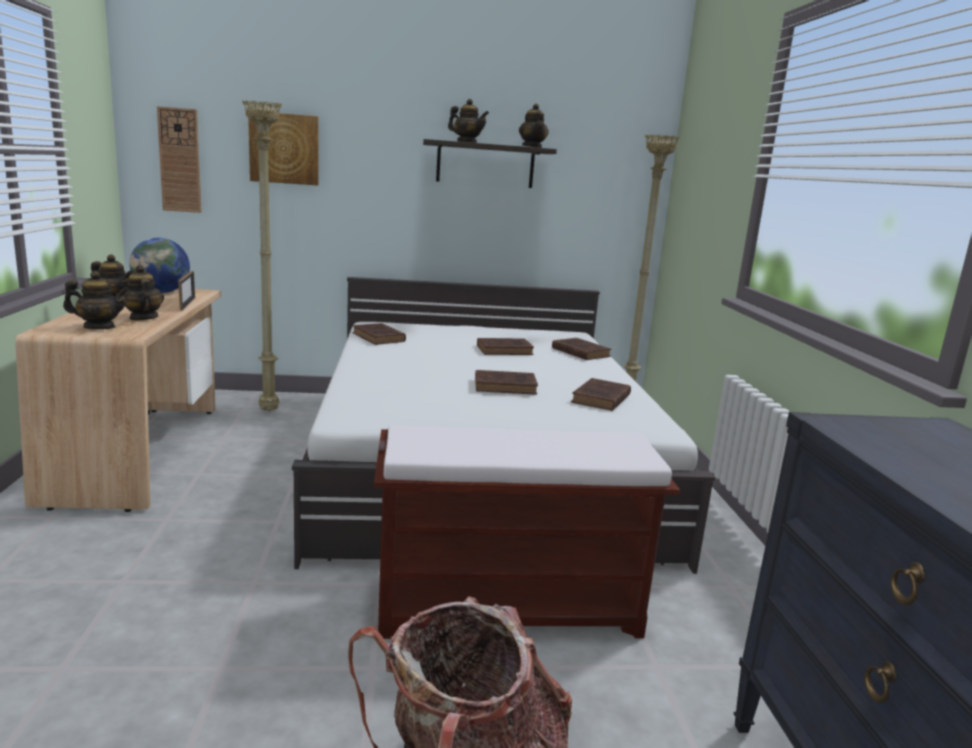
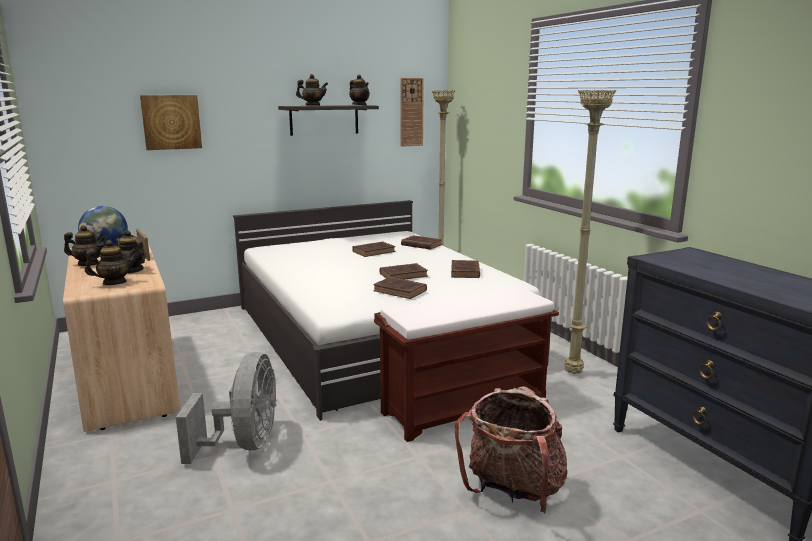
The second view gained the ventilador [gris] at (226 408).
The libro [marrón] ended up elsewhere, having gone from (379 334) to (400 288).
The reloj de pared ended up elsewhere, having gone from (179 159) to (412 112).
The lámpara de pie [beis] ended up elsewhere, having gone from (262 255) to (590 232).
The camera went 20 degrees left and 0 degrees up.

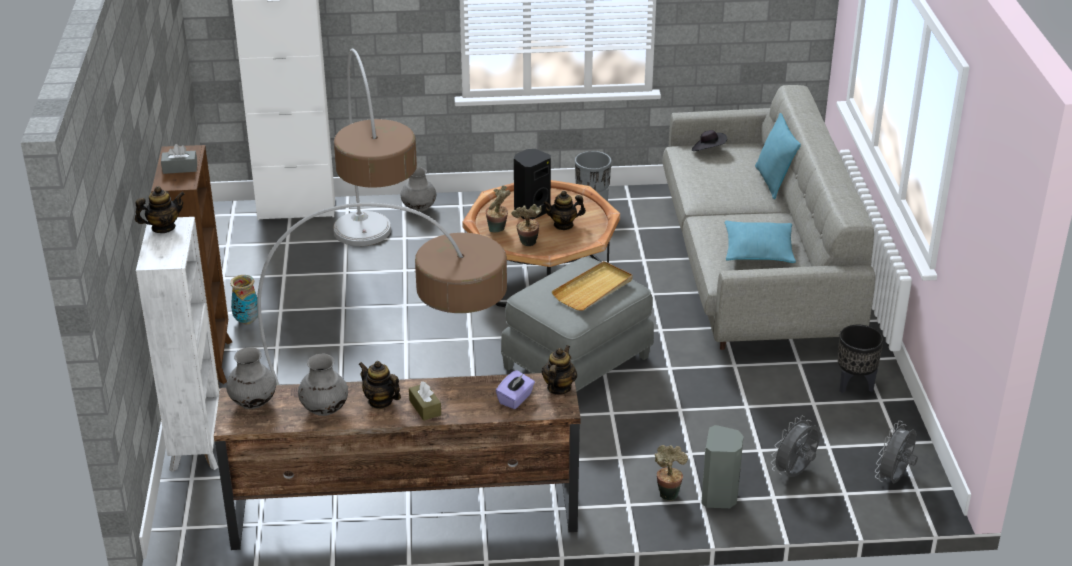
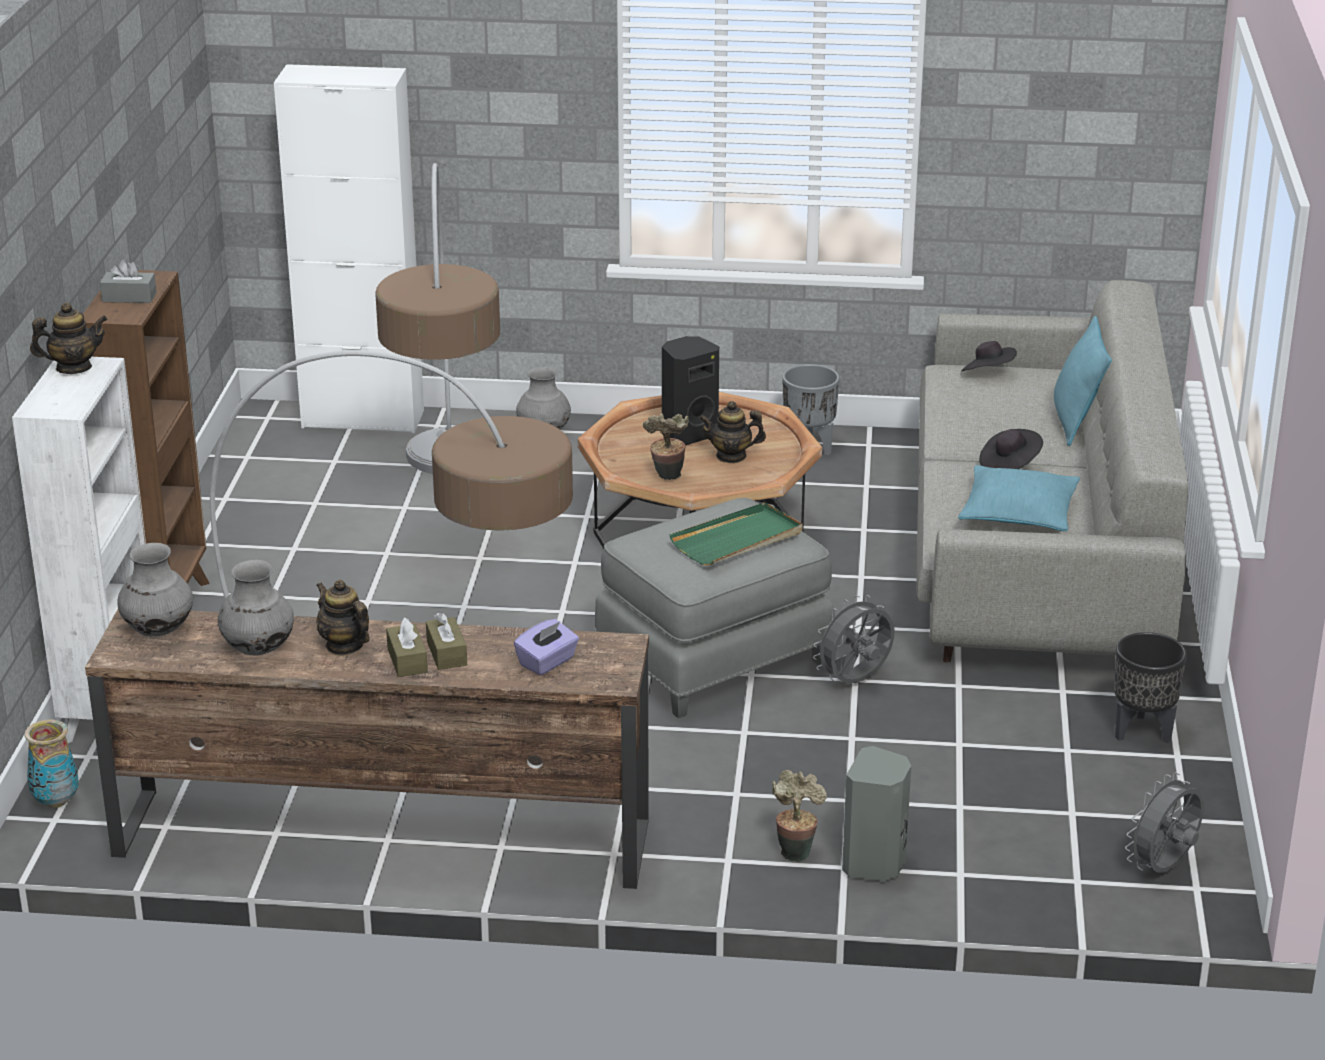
The florero ended up elsewhere, having gone from (244 299) to (52 763).
The second view gained the caja de pañuelos [marrón] at (446 641).
What was the bandeja [beis] at (592 286) turned into the bandeja [verde] at (735 533).
The ventilador [gris] ended up elsewhere, having gone from (795 446) to (854 639).
The second view gained the sombrero [negro] at (1011 449).
The second view lost the planta en maceta at (498 209).
The second view lost the tetera at (559 370).
The camera went 10 degrees right and 5 degrees down.

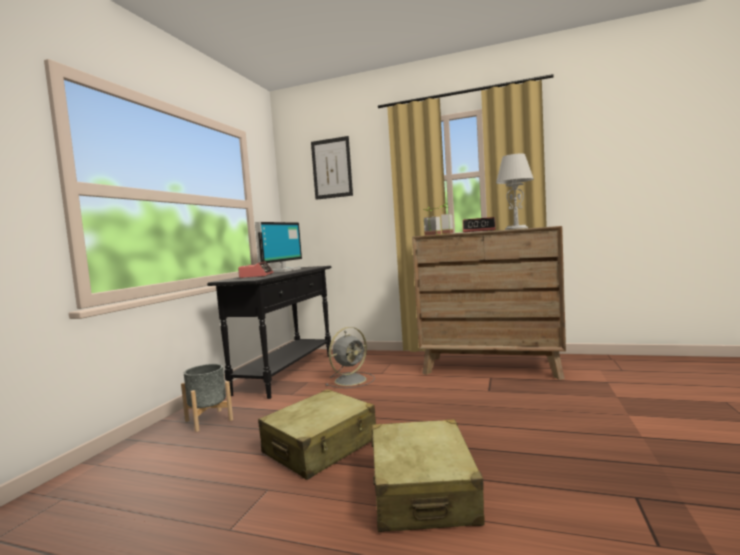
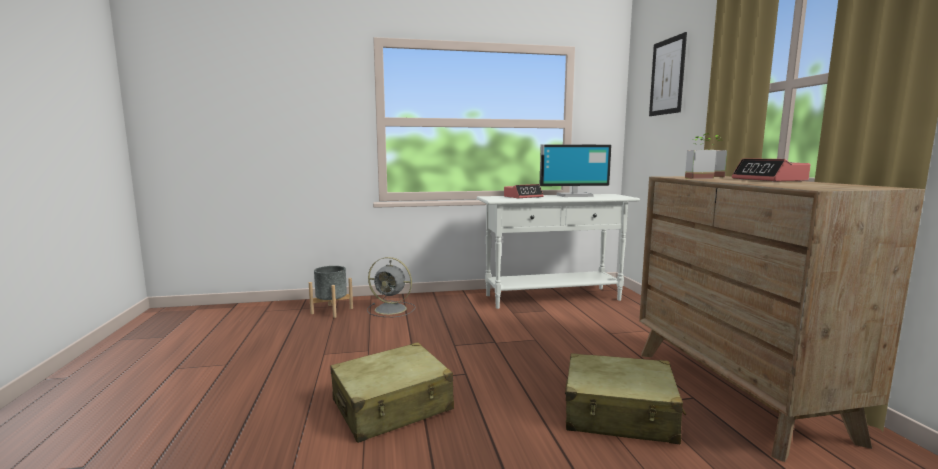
The maceta [gris] ended up elsewhere, having gone from (207 398) to (331 292).
The ventilador [gris] ended up elsewhere, having gone from (350 357) to (391 287).
What was the mesa consola [negro] at (269 332) turned into the mesa consola [blanco] at (558 251).
The maleta [beis] ended up elsewhere, having gone from (317 434) to (625 398).
The second view lost the lámpara de mesa [gris] at (515 192).
The camera went 60 degrees right and 5 degrees up.

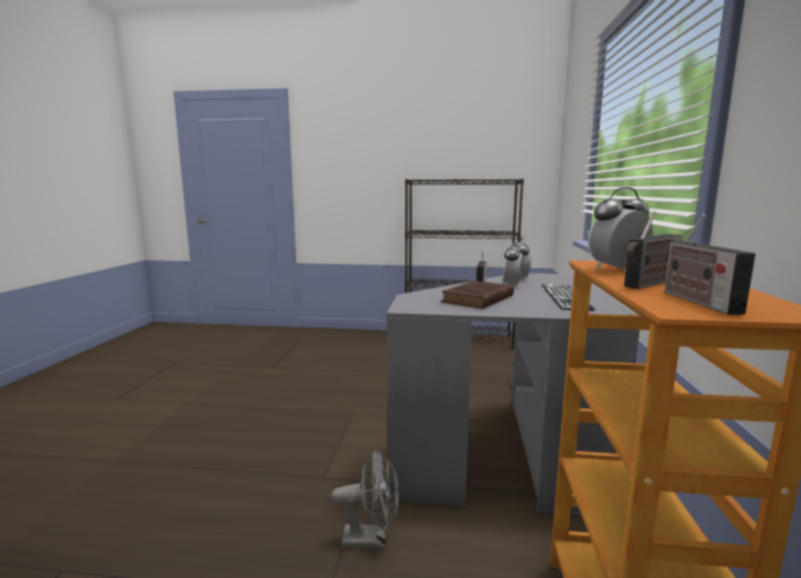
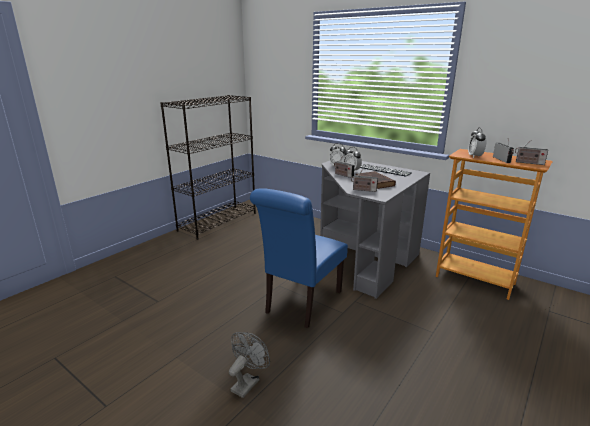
The ventilador [gris] ended up elsewhere, having gone from (365 499) to (249 365).
The second view gained the silla [azul] at (299 258).
The second view gained the radio at (364 180).
The camera went 60 degrees left and 10 degrees up.

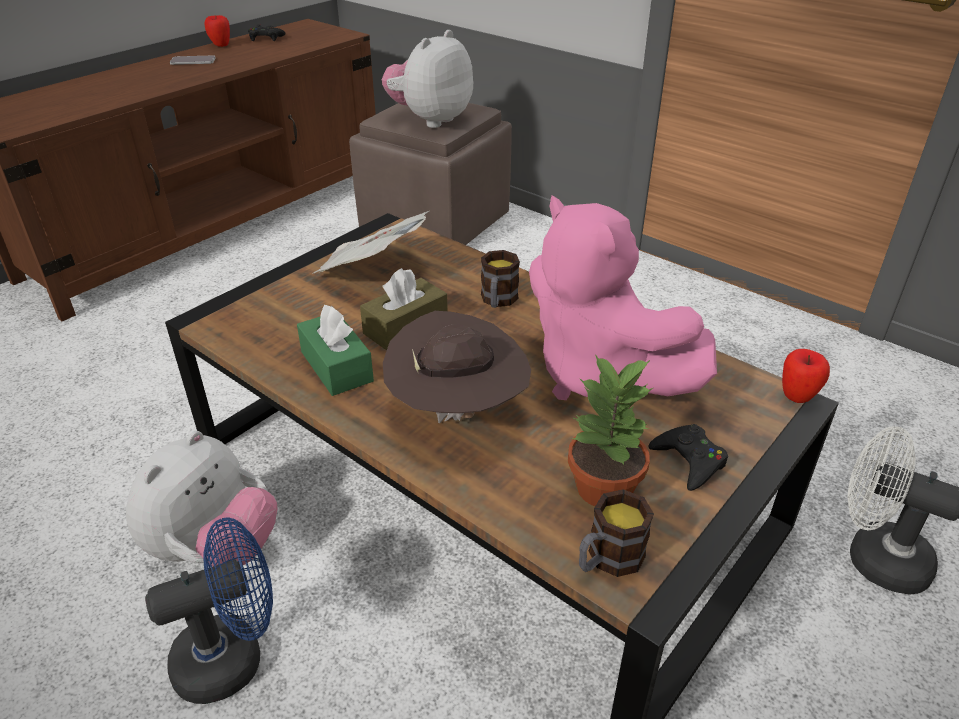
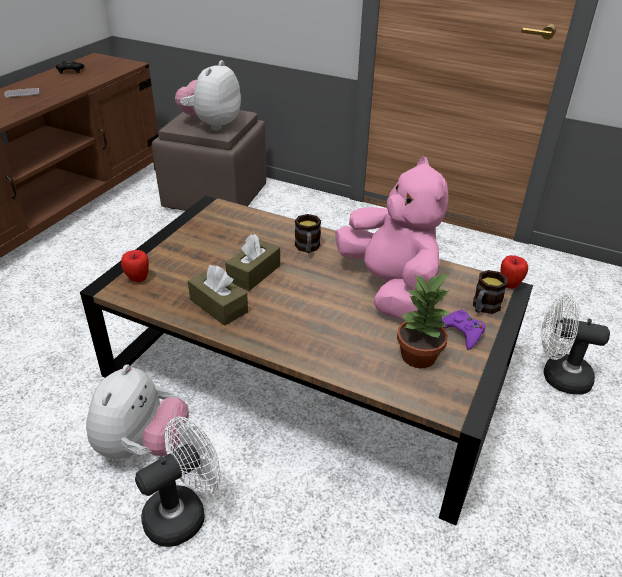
The manzana ended up elsewhere, having gone from (217 31) to (135 266).
What was the ventilador [azul] at (209 610) turned into the ventilador [blanco] at (178 481).
What was the caja de pañuelos [verde] at (335 350) turned into the caja de pañuelos [marrón] at (218 295).
The peluche [rosa] at (623 297) ended up facing another way, 150 degrees counterclockwise from before.
What was the mando de consola [negro] at (688 457) turned into the mando de consola [morado] at (463 330).
The taza grande ended up elsewhere, having gone from (616 533) to (490 292).
The second view lost the periódico at (370 242).
The second view lost the sombrero [marrón] at (457 367).
The camera went 15 degrees left and 0 degrees up.

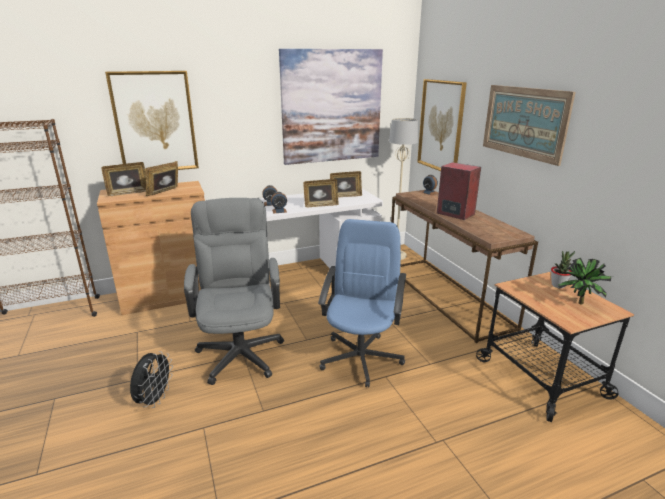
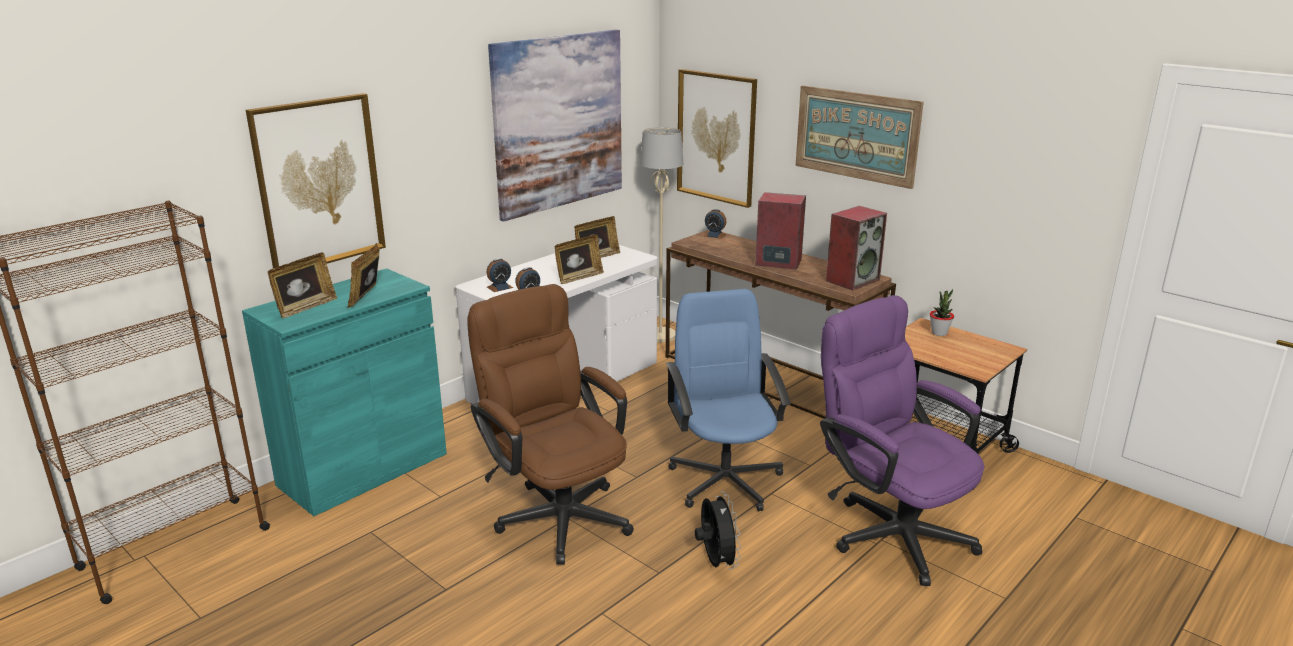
What was the armario [marrón] at (151 248) turned into the armario [turquesa] at (344 392).
What was the silla de oficina [gris] at (234 291) turned into the silla de oficina [marrón] at (550 424).
The ventilador [negro] ended up elsewhere, having gone from (151 379) to (718 530).
The second view gained the silla de oficina [morado] at (902 440).
The second view gained the altavoz at (856 248).
The second view lost the planta en maceta at (585 281).
The camera went 25 degrees left and 0 degrees up.

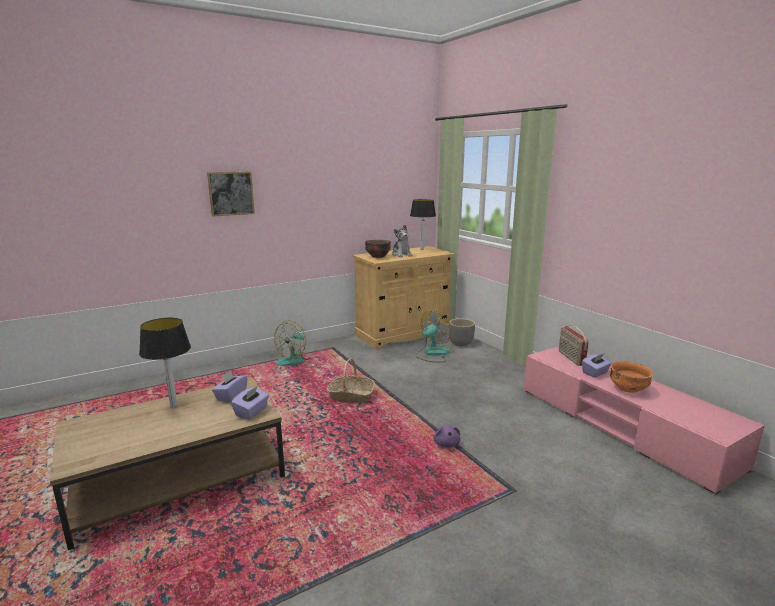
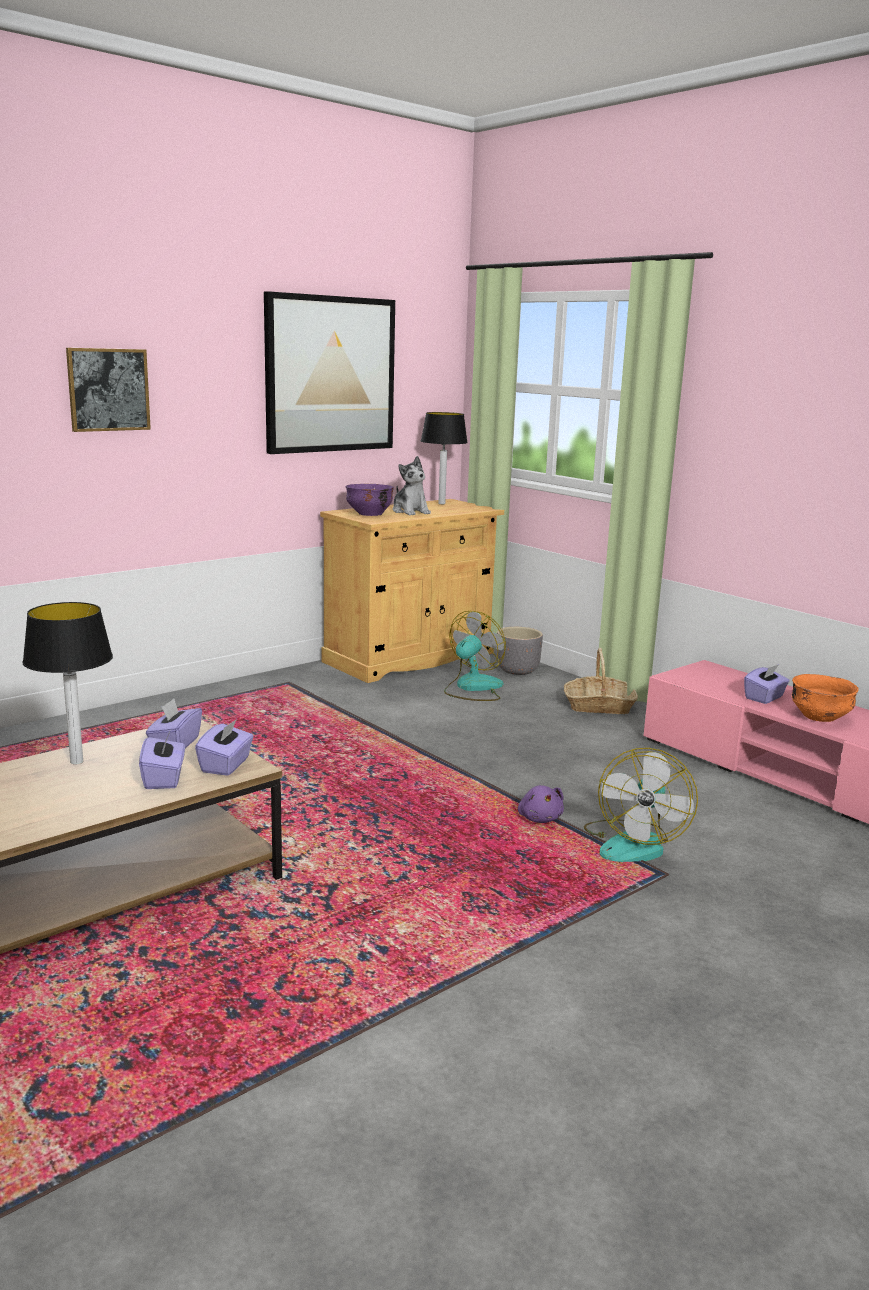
The second view gained the caja de pañuelos [morado] at (162 760).
The second view gained the cuadro at (329 372).
What was the cuenco [marrón] at (378 249) turned into the cuenco [morado] at (369 500).
The cesta ended up elsewhere, having gone from (351 380) to (601 681).
The ventilador ended up elsewhere, having gone from (292 343) to (641 805).
The second view lost the radio at (574 345).
The camera went 10 degrees left and 0 degrees up.

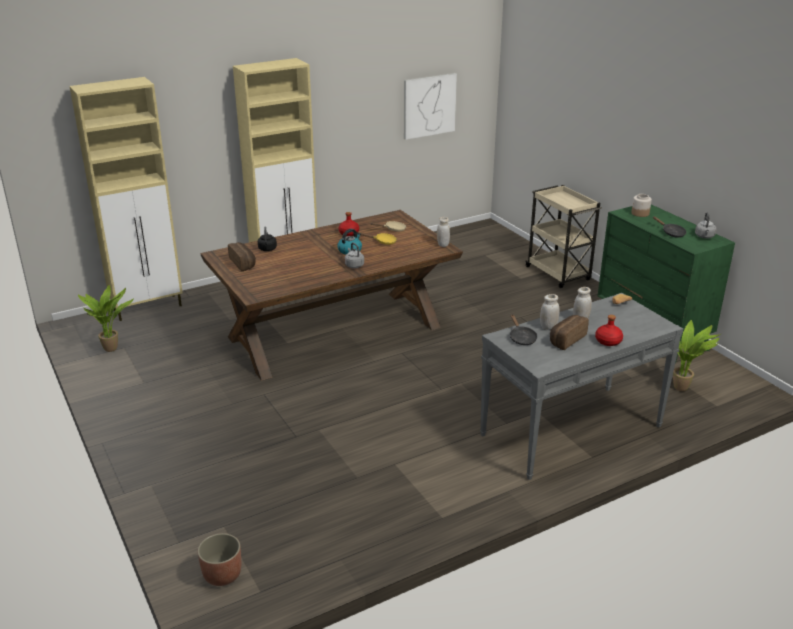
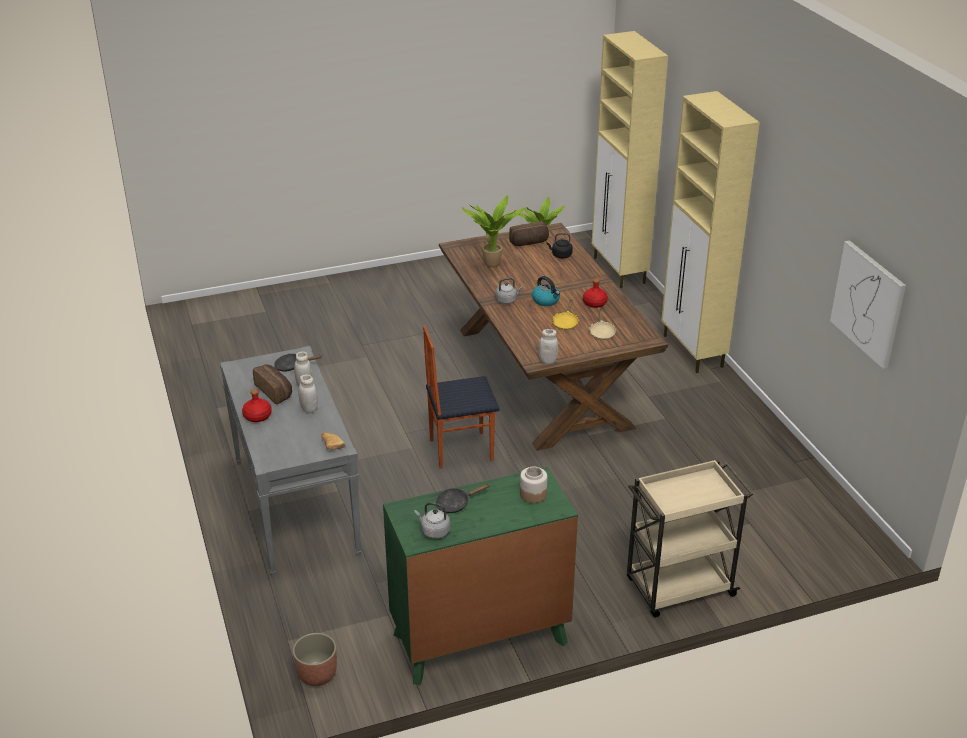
The maceta ended up elsewhere, having gone from (219 559) to (315 659).
The second view gained the silla at (461 397).
The planta en maceta ended up elsewhere, having gone from (697 355) to (493 231).
The camera went 100 degrees right and 5 degrees up.

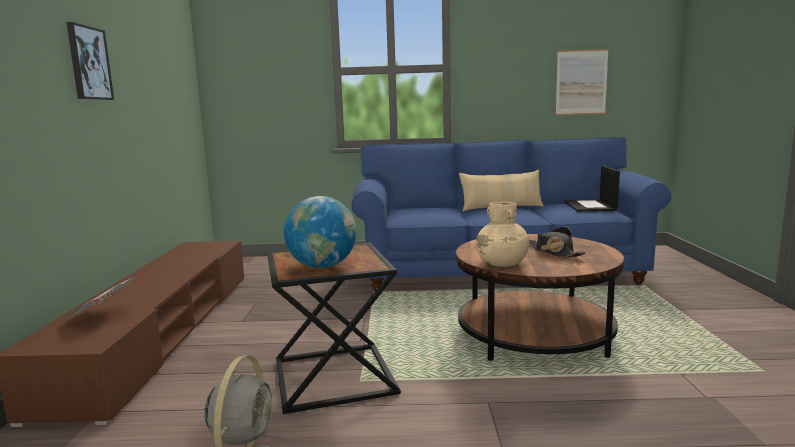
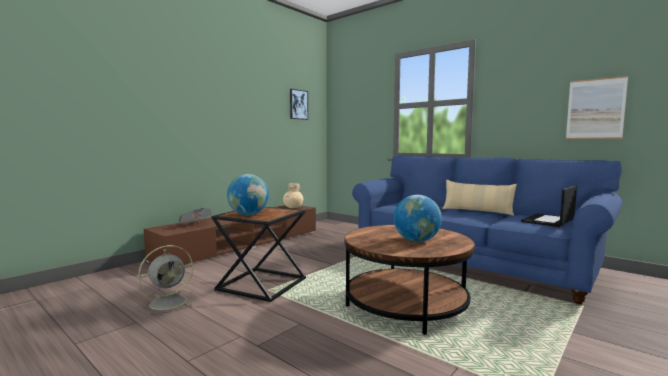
The florero [beis] ended up elsewhere, having gone from (502 234) to (293 195).
The cuadro ended up elsewhere, having gone from (90 61) to (299 104).
Where the sombrero [negro] stood at (557 242), the globo terráqueo came to stand at (418 218).
The camera went 40 degrees right and 5 degrees down.

